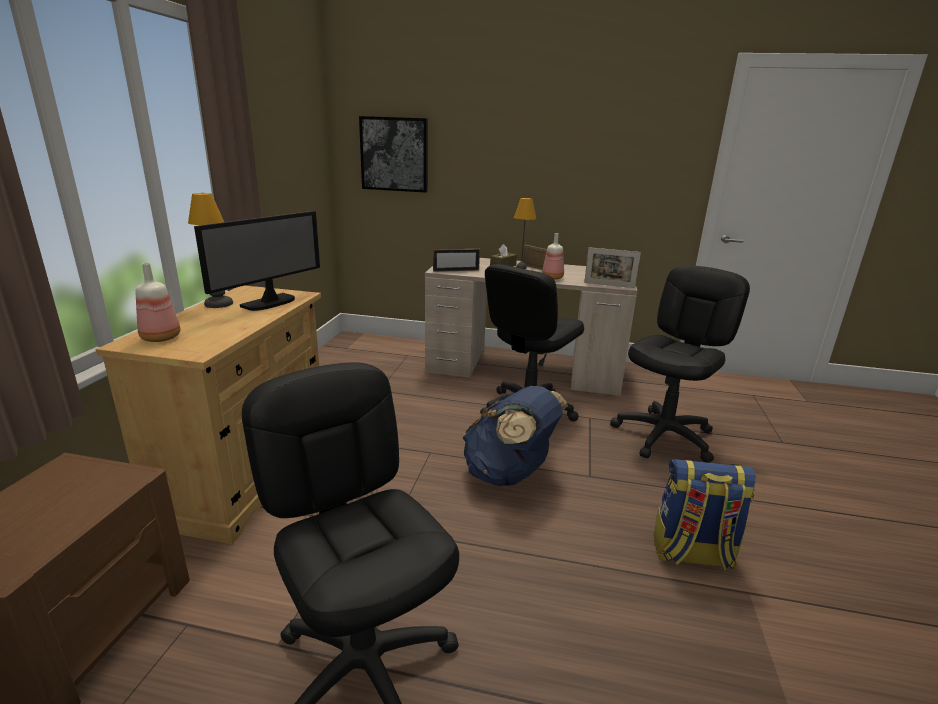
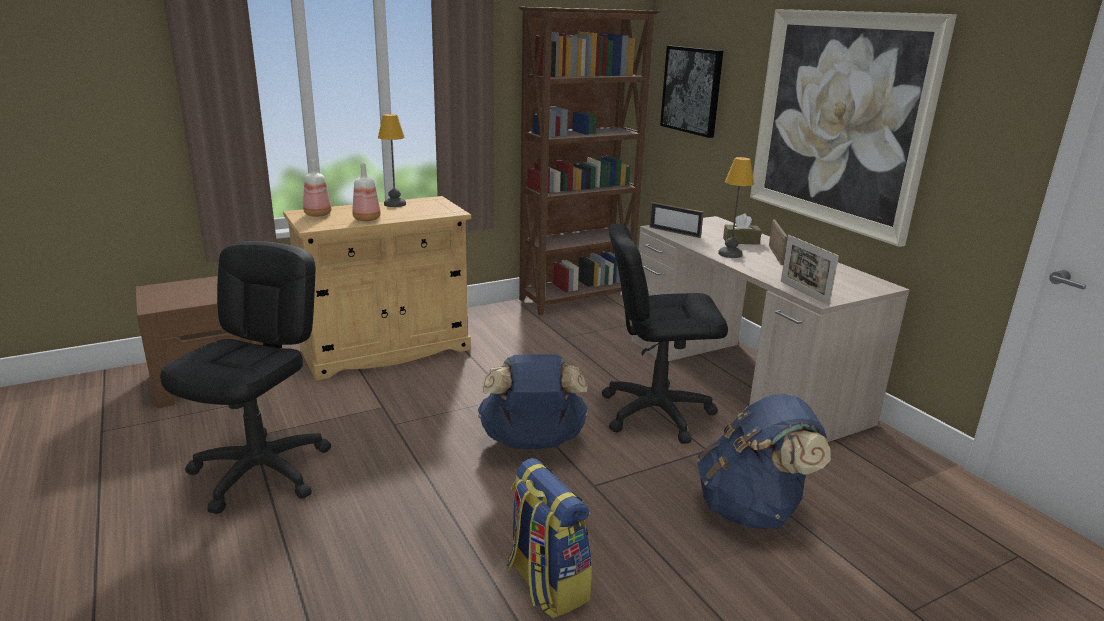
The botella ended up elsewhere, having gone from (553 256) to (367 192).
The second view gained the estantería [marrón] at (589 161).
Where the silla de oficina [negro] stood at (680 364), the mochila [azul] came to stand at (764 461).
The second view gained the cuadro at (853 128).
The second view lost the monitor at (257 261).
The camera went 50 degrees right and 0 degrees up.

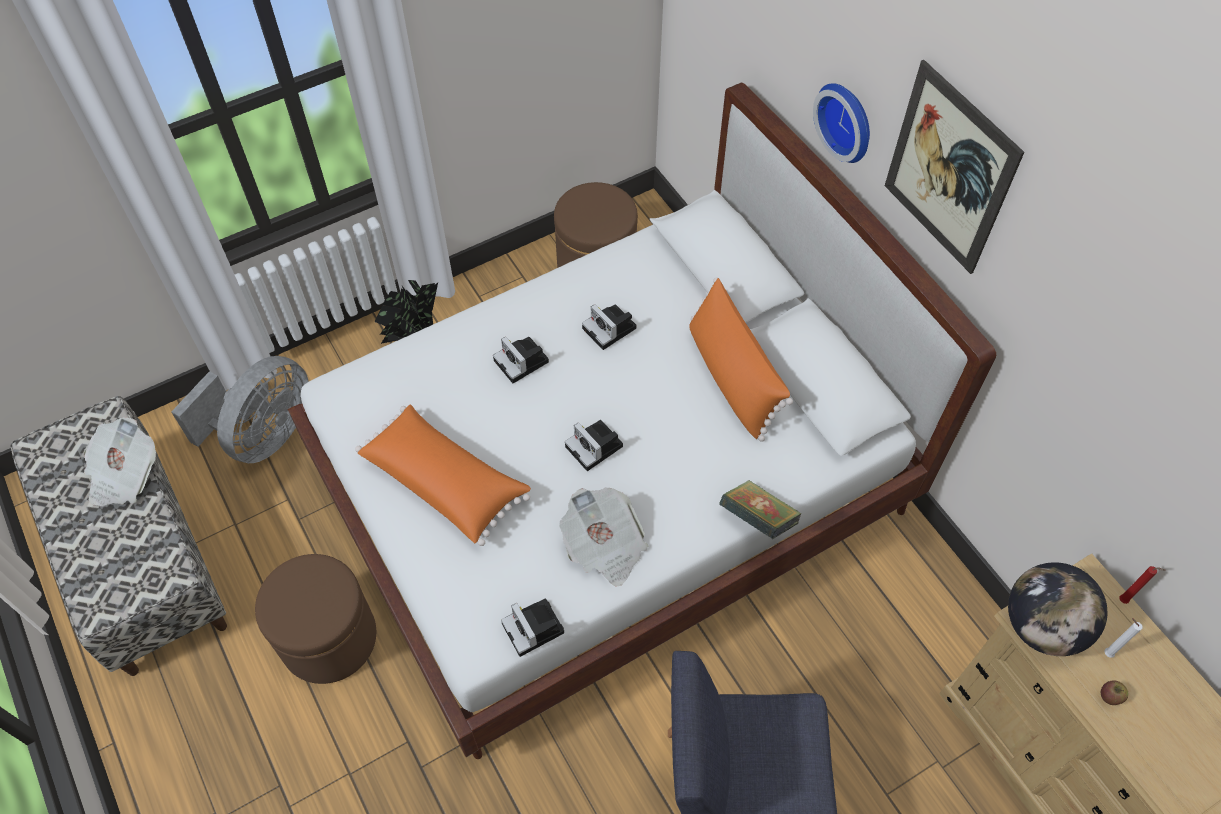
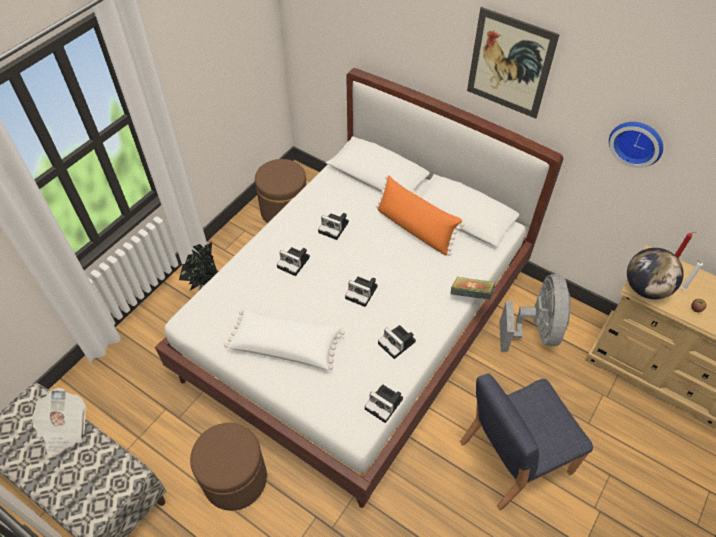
What was the cojín [naranja] at (443 475) turned into the cojín [blanco] at (284 339).
Where the periódico stood at (603 537), the cámara came to stand at (397 342).
The ventilador [gris] ended up elsewhere, having gone from (240 409) to (535 313).
The reloj de pared ended up elsewhere, having gone from (841 123) to (636 145).
The camera went 25 degrees left and 5 degrees down.

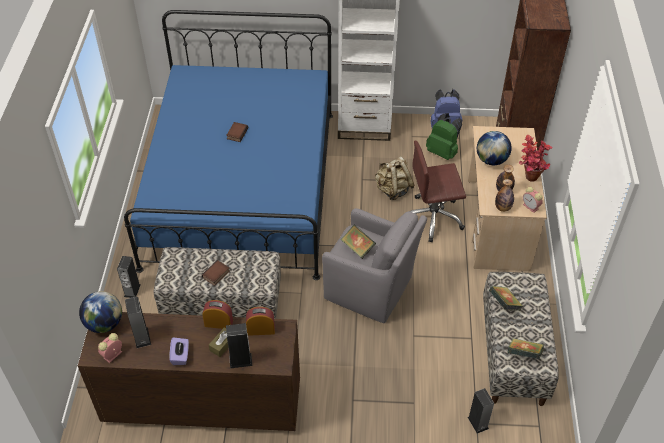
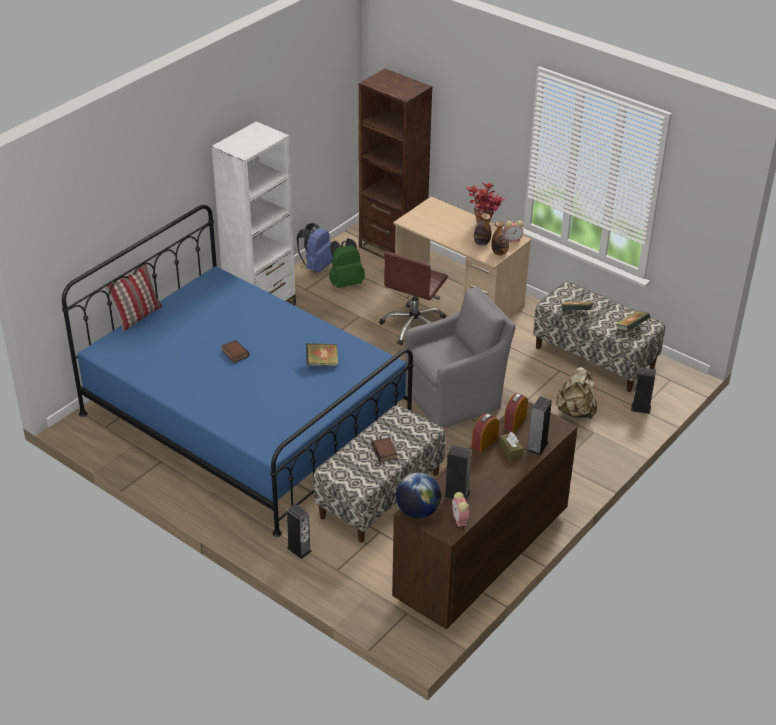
The second view gained the cojín at (134 297).
The libro ended up elsewhere, having gone from (358 242) to (322 354).
The mochila [beis] ended up elsewhere, having gone from (395 178) to (576 393).
The second view lost the caja de pañuelos [morado] at (179 351).
The second view lost the globo terráqueo at (494 148).
The camera went 55 degrees left and 10 degrees down.

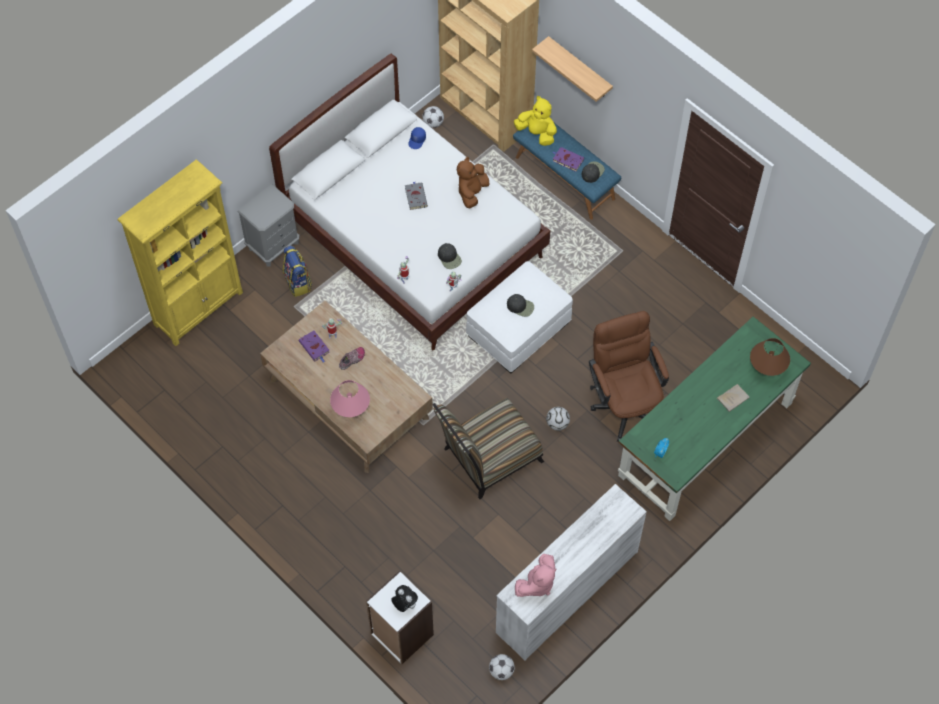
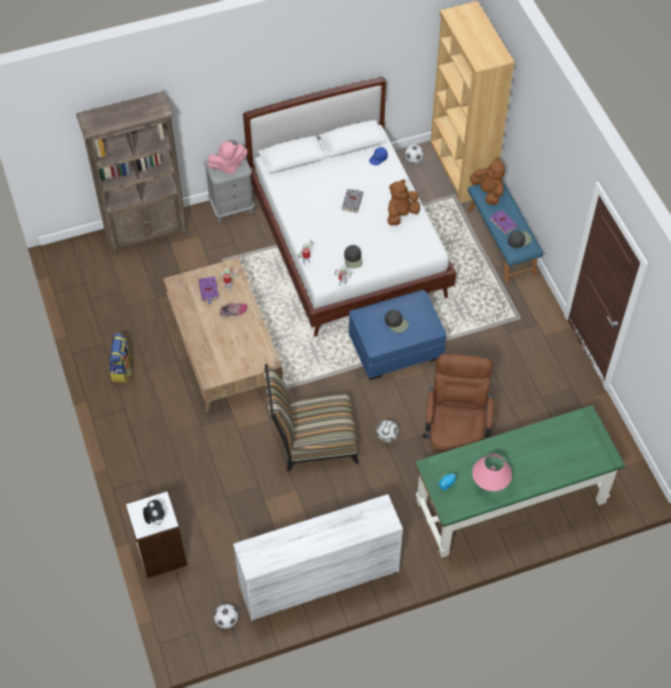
What was the estantería [amarillo] at (180 253) turned into the estantería [marrón] at (132 172).
The mochila ended up elsewhere, having gone from (297 271) to (121 357).
The peluche [rosa] ended up elsewhere, having gone from (536 575) to (228 158).
What was the puf [blanco] at (519 317) turned into the puf [azul] at (397 335).
What was the peluche [amarillo] at (535 121) turned into the peluche [marrón] at (487 181).
The lámpara de mesa [rosa] ended up elsewhere, having gone from (350 398) to (492 472).
The second view lost the estante at (572 69).
The second view lost the libro [beis] at (733 398).
The second view lost the lámpara de mesa [marrón] at (770 357).
The camera went 25 degrees right and 5 degrees down.

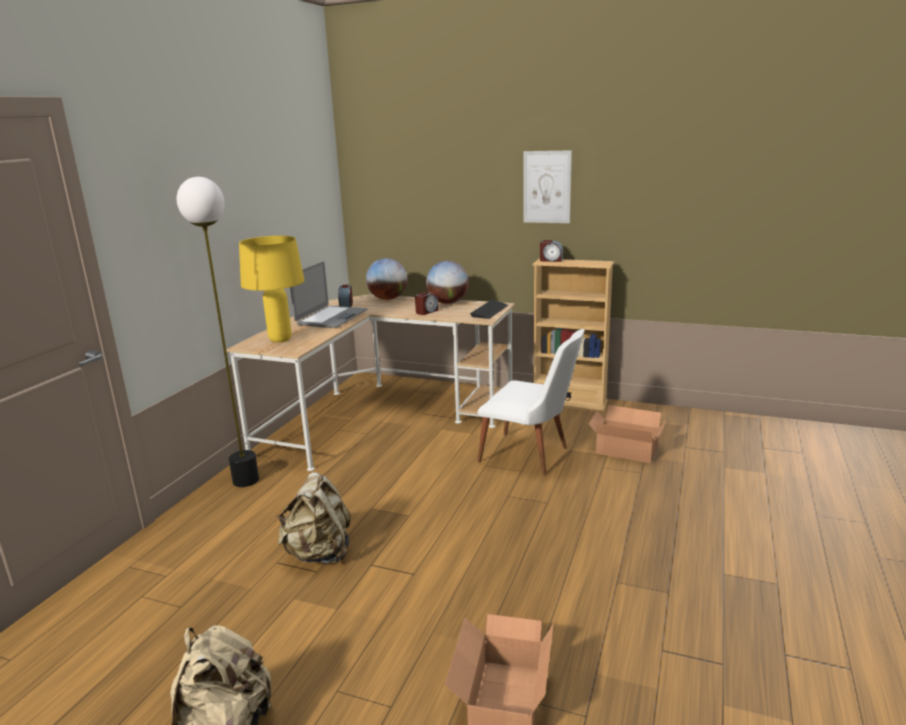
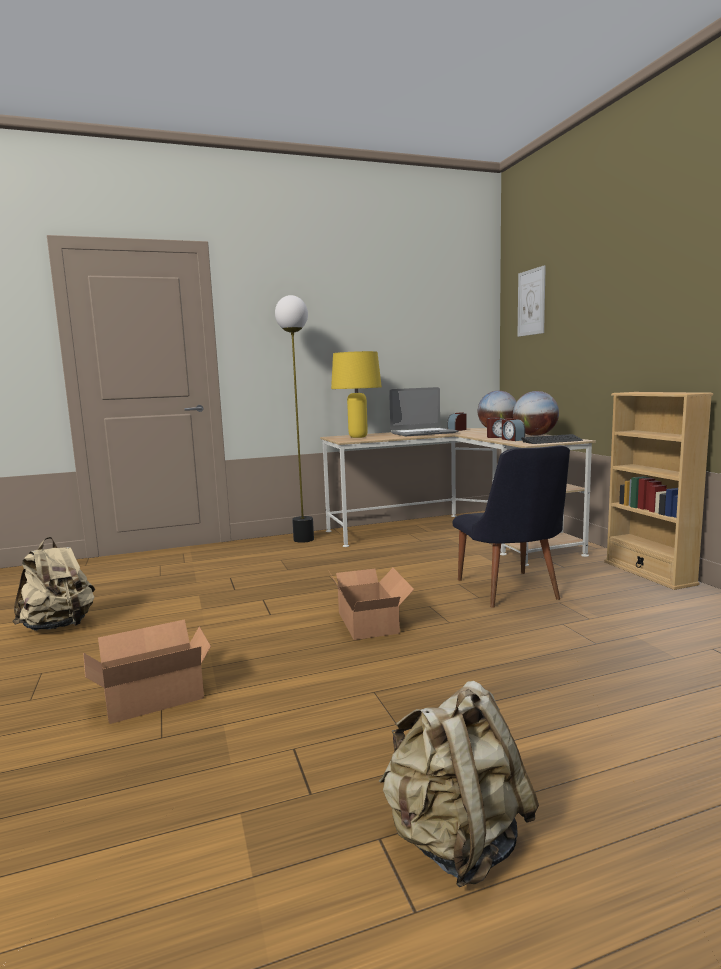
The caja de cartón ended up elsewhere, having gone from (627 434) to (372 604).
The mochila [beis] ended up elsewhere, having gone from (314 518) to (459 784).
What was the silla [blanco] at (531 402) turned into the silla [negro] at (511 526).
The despertador ended up elsewhere, having gone from (551 251) to (513 429).
The cuadro ended up elsewhere, having gone from (547 186) to (531 301).
The camera went 50 degrees right and 10 degrees down.

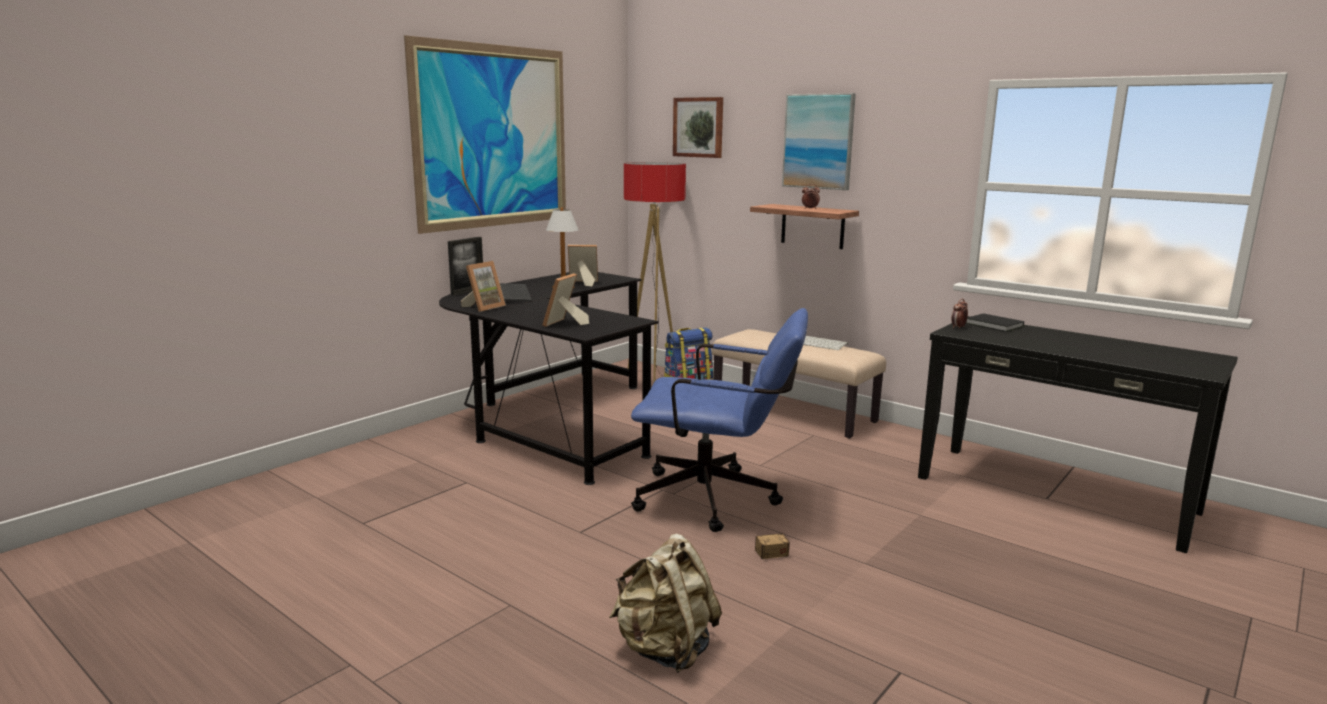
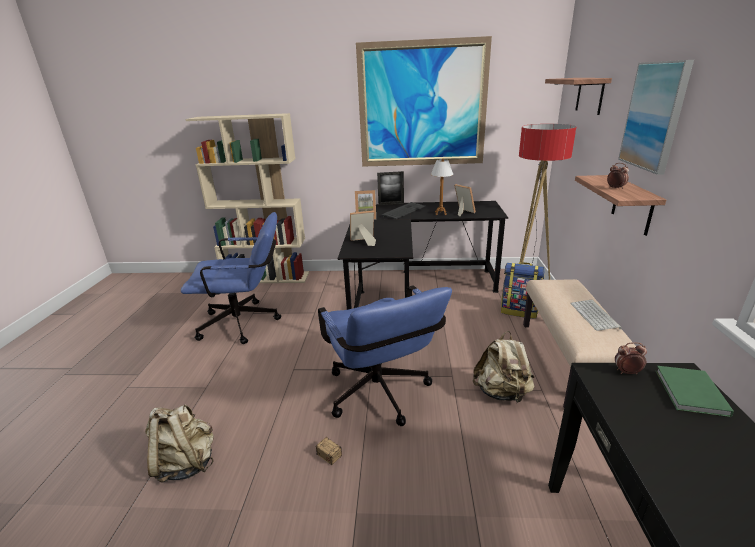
The second view gained the silla de oficina [azul] at (231 278).
The second view gained the estantería [beis] at (247 198).
The second view gained the mochila [beis] at (504 367).
Where the cuadro hung at (698 127), the estante came to hang at (578 96).
What was the libro [negro] at (995 322) turned into the libro [verde] at (695 391).
The camera went 55 degrees right and 10 degrees up.

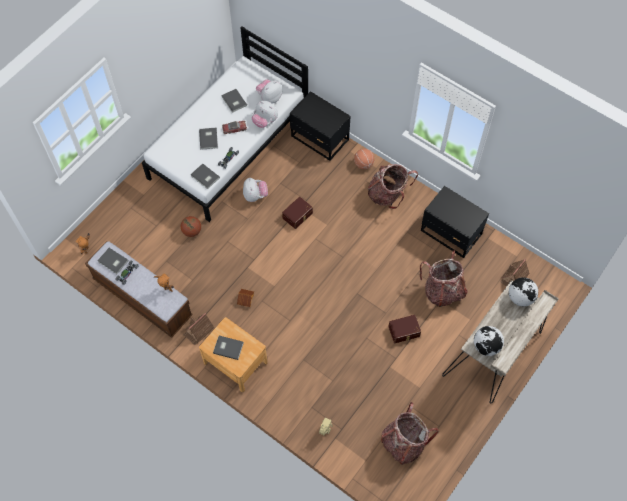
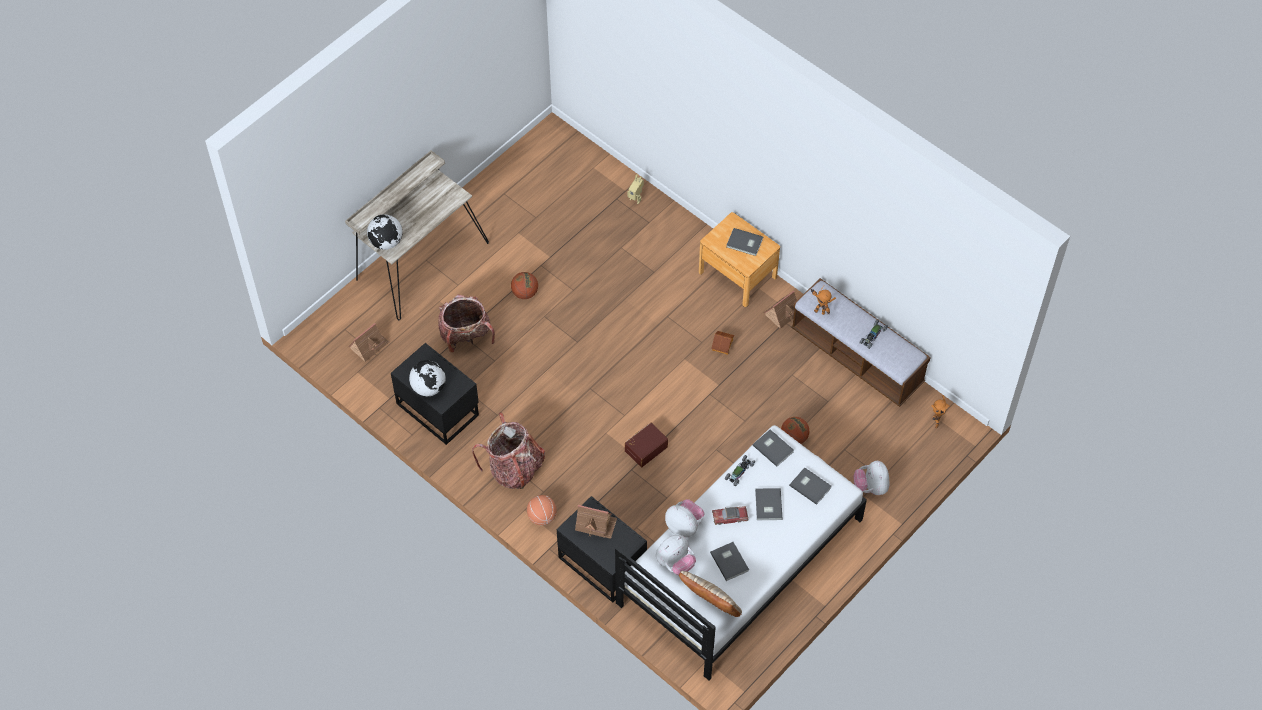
The globo terráqueo ended up elsewhere, having gone from (489 341) to (427 378).
Where the caja de almacenaje [marrón] stood at (404 329), the balón de baloncesto came to stand at (524 285).
The second view gained the casita at (596 522).
The second view gained the cojín [beis] at (710 594).
The libro [gris] ended up elsewhere, having gone from (113 261) to (810 486).
The peluche ended up elsewhere, having gone from (255 190) to (872 478).
The second view lost the mochila at (409 433).
The camera went 175 degrees left and 5 degrees down.

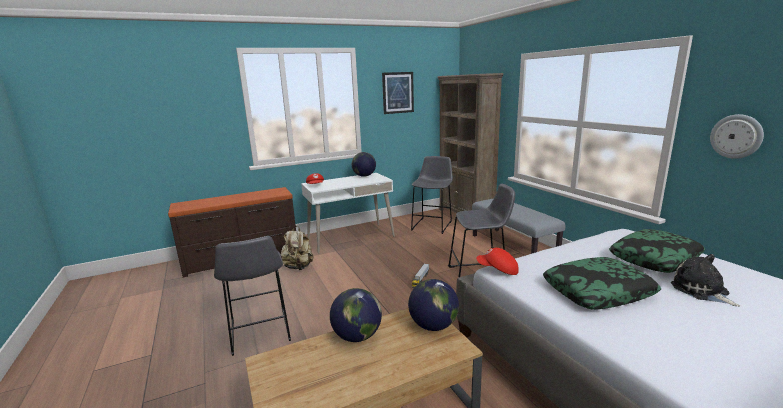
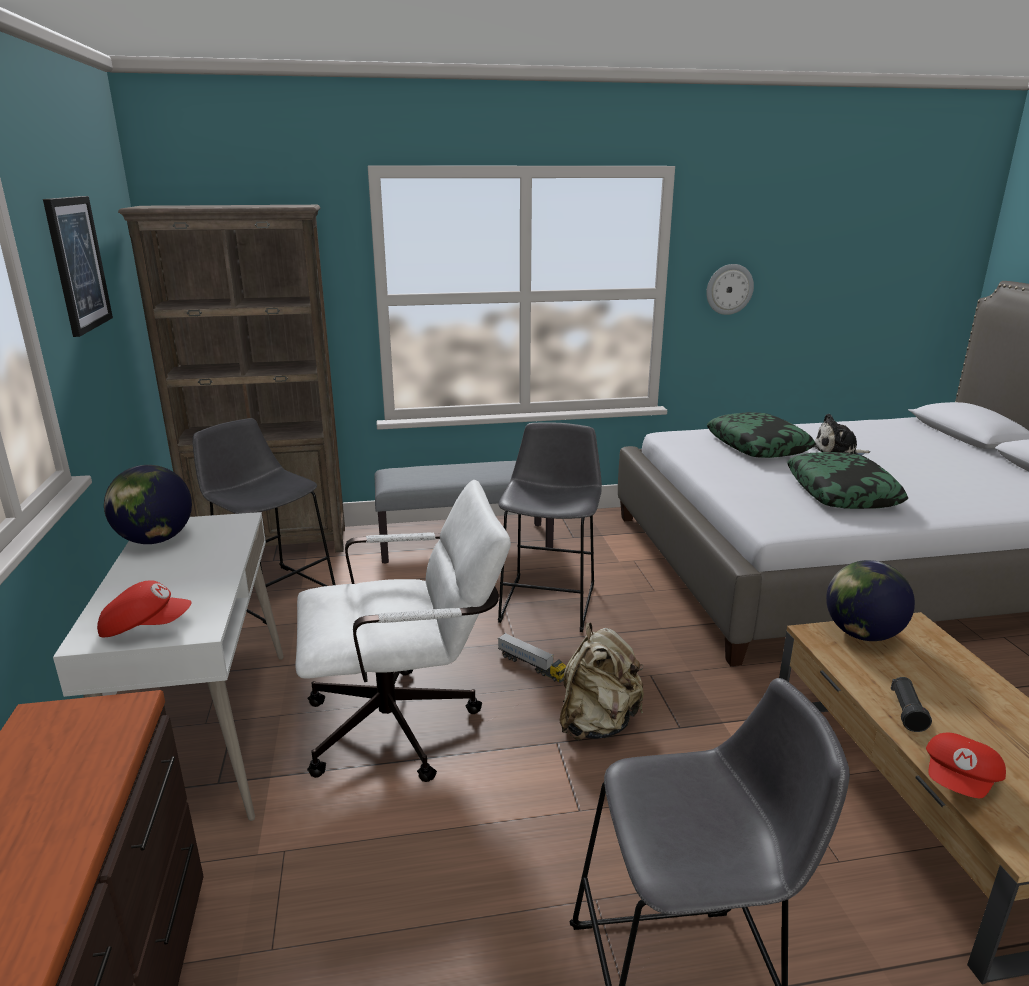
The second view gained the silla de oficina [blanco] at (403 631).
The mochila [beis] ended up elsewhere, having gone from (297 248) to (602 681).
Where the globo terráqueo stood at (356 315), the linterna [negro] came to stand at (911 704).
The gorra [rojo] ended up elsewhere, having gone from (497 261) to (966 765).
The camera went 75 degrees left and 5 degrees up.

